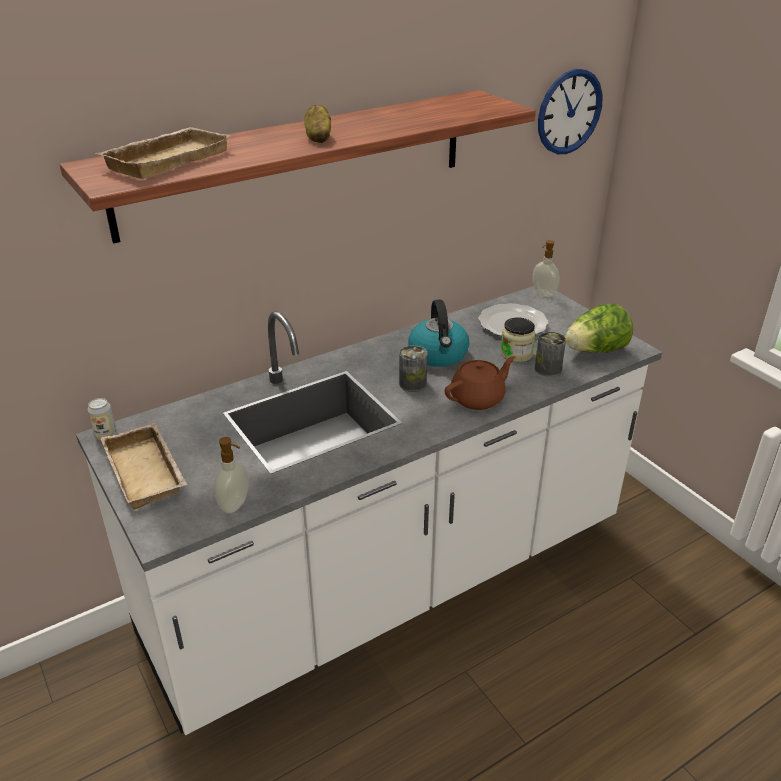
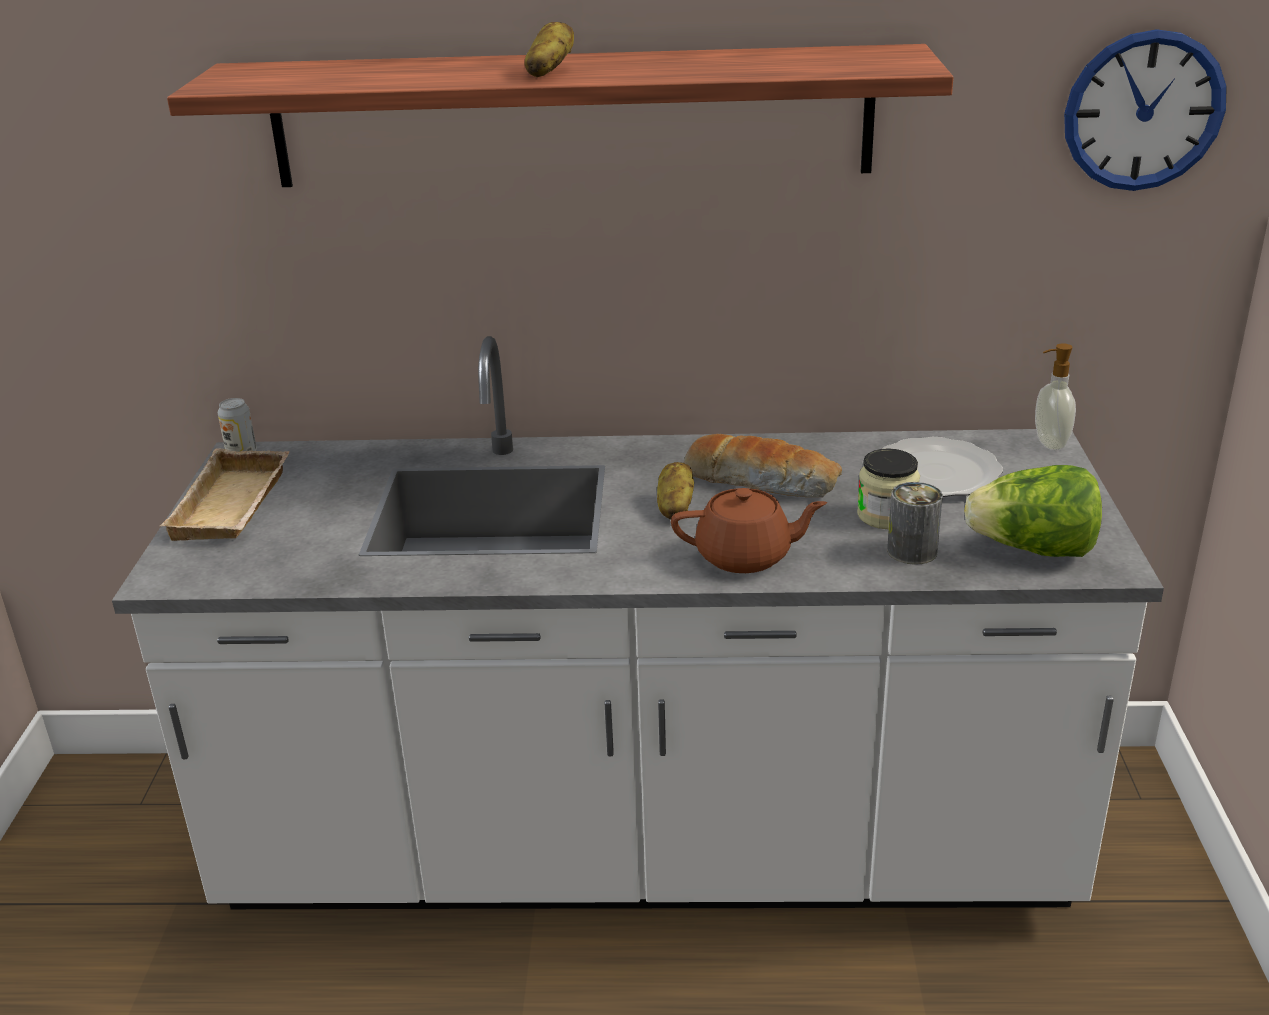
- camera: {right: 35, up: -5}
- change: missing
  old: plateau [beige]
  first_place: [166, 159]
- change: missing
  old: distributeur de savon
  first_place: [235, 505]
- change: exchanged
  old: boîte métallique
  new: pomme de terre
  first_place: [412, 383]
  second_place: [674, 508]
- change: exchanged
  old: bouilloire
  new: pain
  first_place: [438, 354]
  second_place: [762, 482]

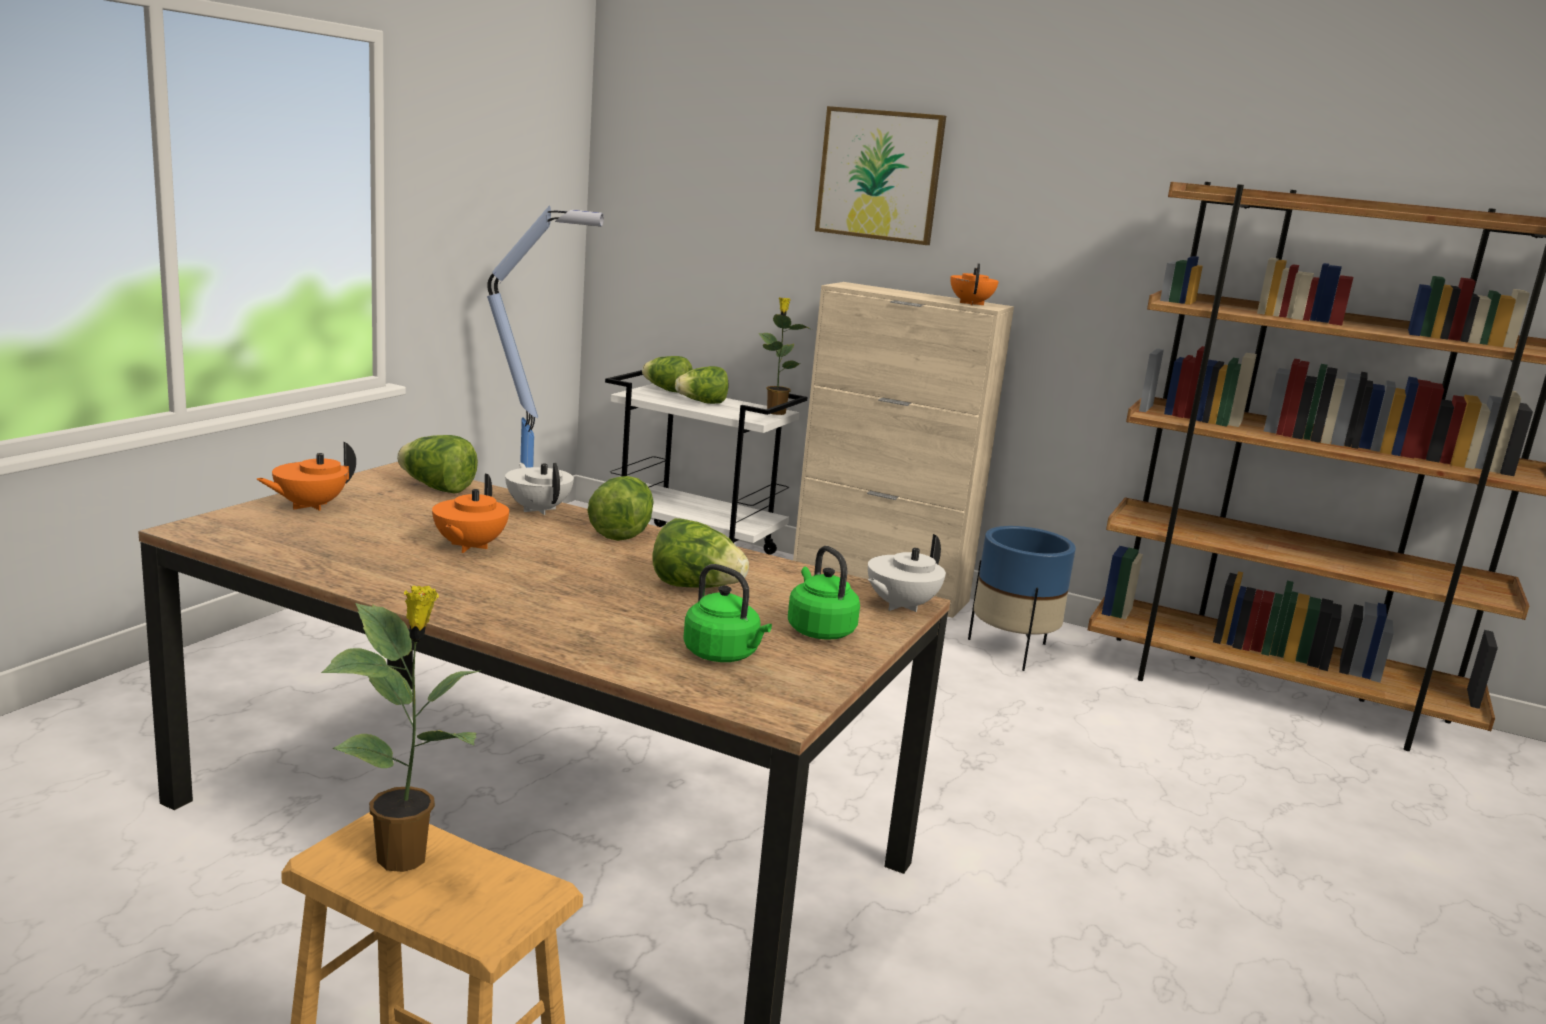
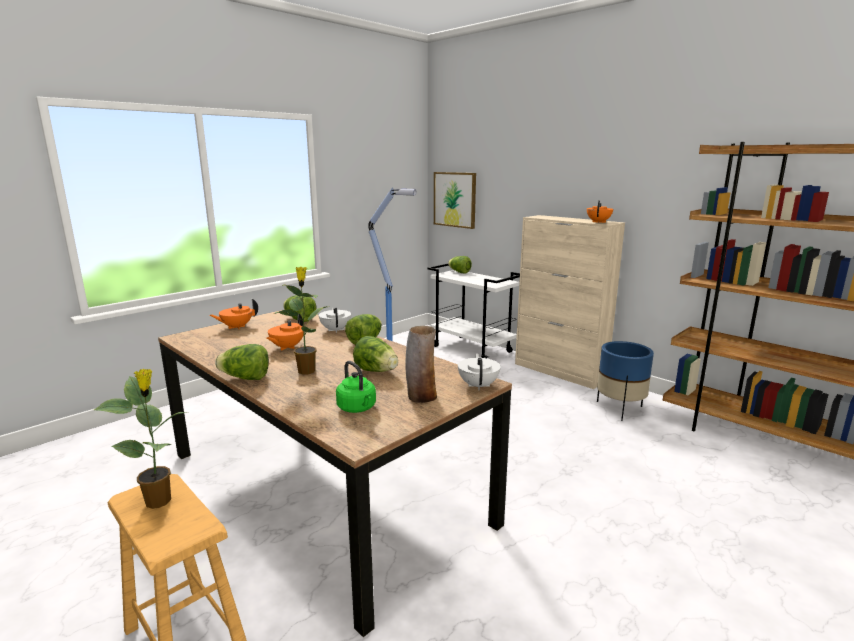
- camera: {right: 20, up: 0}
- change: relocated
  old: laitue
  first_place: [702, 403]
  second_place: [245, 378]
- change: relocated
  old: plante en pot
  first_place: [775, 412]
  second_place: [306, 370]
- change: relocated
  old: tableau
  first_place: [879, 175]
  second_place: [455, 199]
- change: exchanged
  old: bouilloire [vert]
  new: vase
  first_place: [819, 630]
  second_place: [421, 397]
- change: spun
  old: théière [blanc]
  first_place: [900, 606]
  second_place: [478, 385]
  degrees: 120

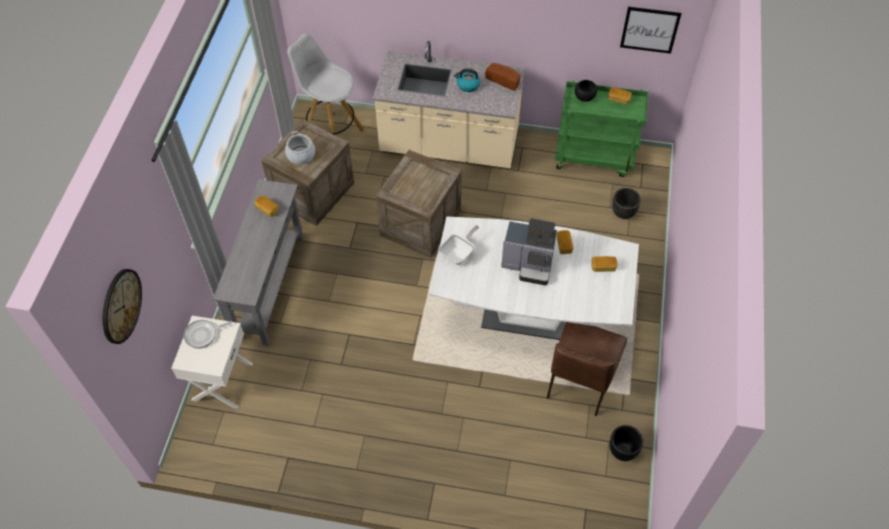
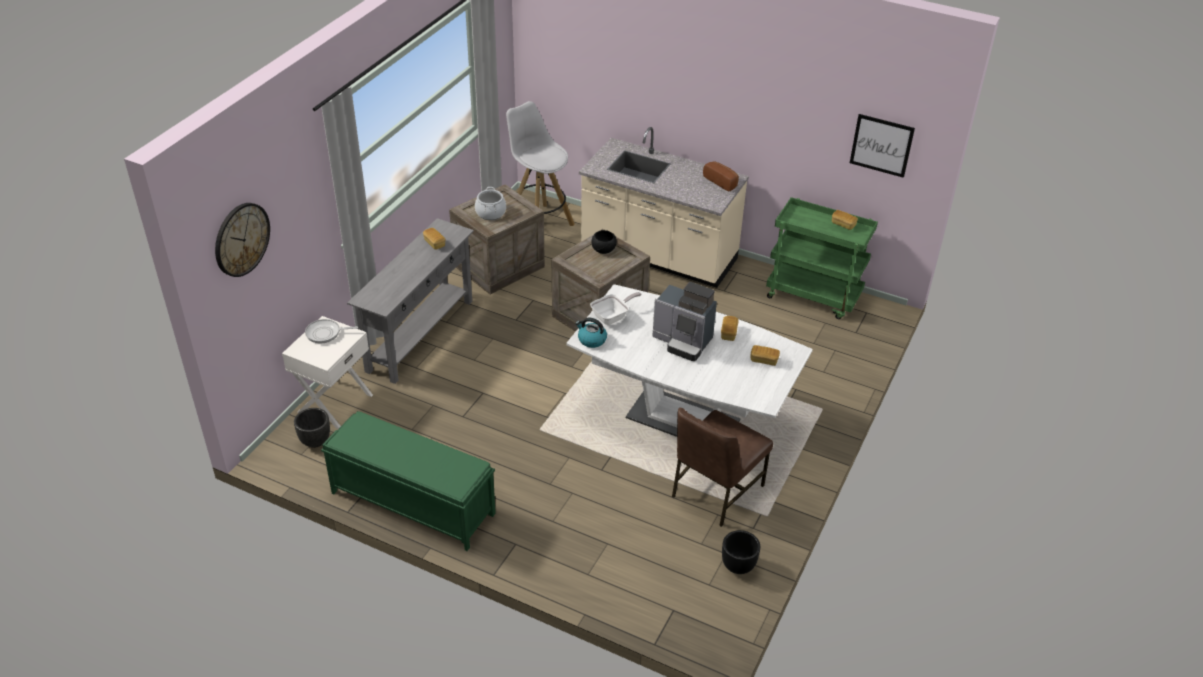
- camera: {right: 15, up: -15}
- change: appeared
  new: banc [vert]
  second_place: [412, 503]
- change: relocated
  old: bouilloire
  first_place: [467, 85]
  second_place: [591, 340]
- change: relocated
  old: bol [noir]
  first_place: [584, 97]
  second_place: [603, 250]
- change: relocated
  old: cache-pot [noir]
  first_place: [623, 213]
  second_place: [315, 441]

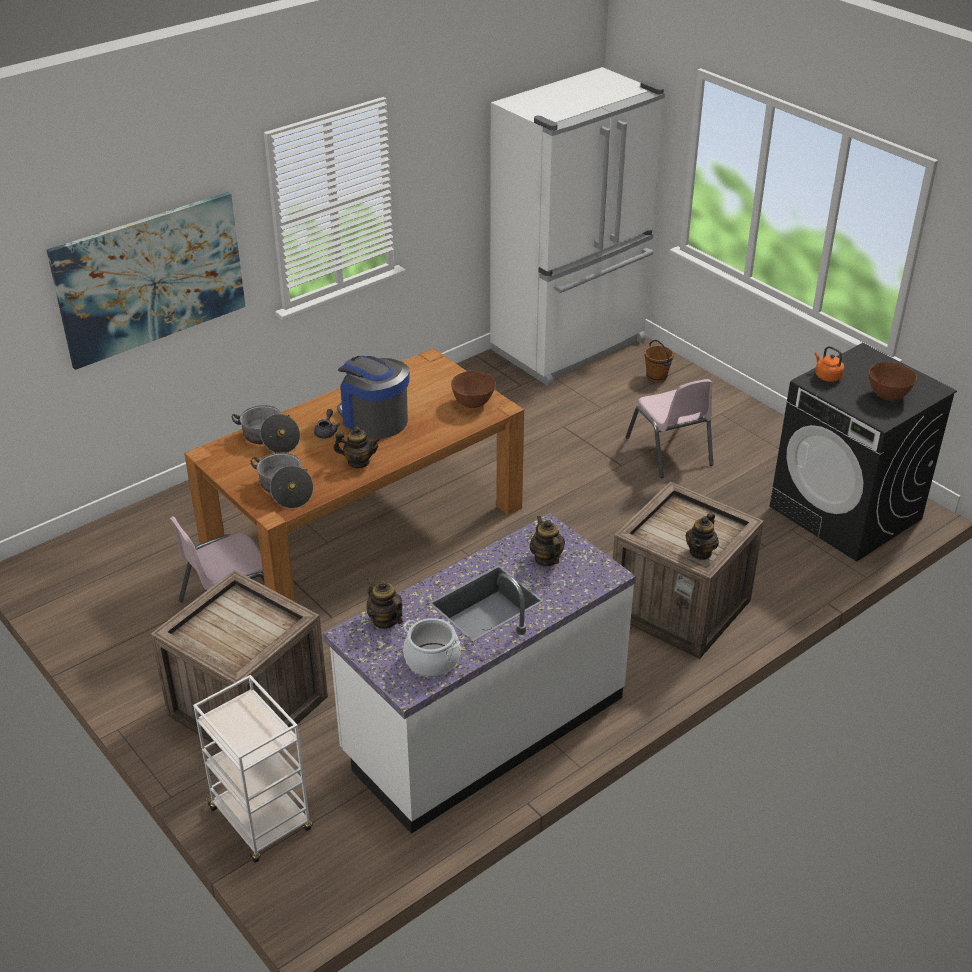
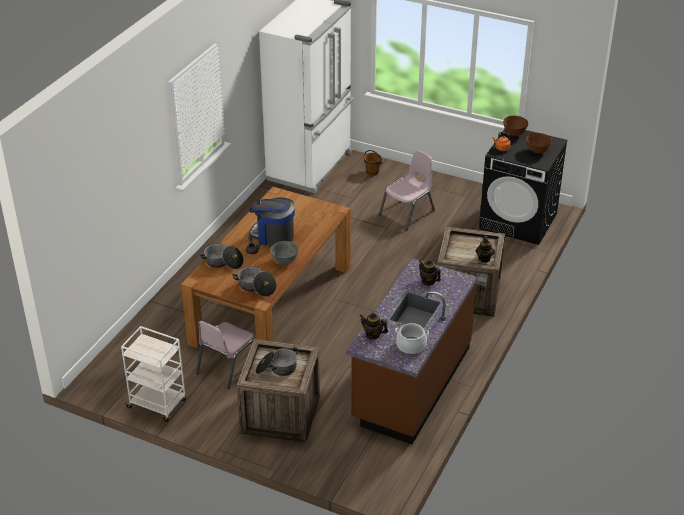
- camera: {right: -25, up: 0}
- change: missing
  old: tableau
  first_place: [151, 278]
- change: appeared
  new: marmite
  second_place: [277, 368]
- change: relocated
  old: chariot [blanc]
  first_place: [261, 820]
  second_place: [158, 404]
- change: relocated
  old: bol [marron]
  first_place: [472, 403]
  second_place: [514, 134]
- change: exchanged
  old: théière
  new: bol [gris]
  first_place: [358, 462]
  second_place: [284, 261]
- change: colour
  old: comptoir de cuisine [blanc]
  new: comptoir de cuisine [marron]
  first_place: [483, 726]
  second_place: [411, 383]
- change: spun
  old: chaise [rose]
  first_place: [669, 452]
  second_place: [408, 213]
  degrees: -90

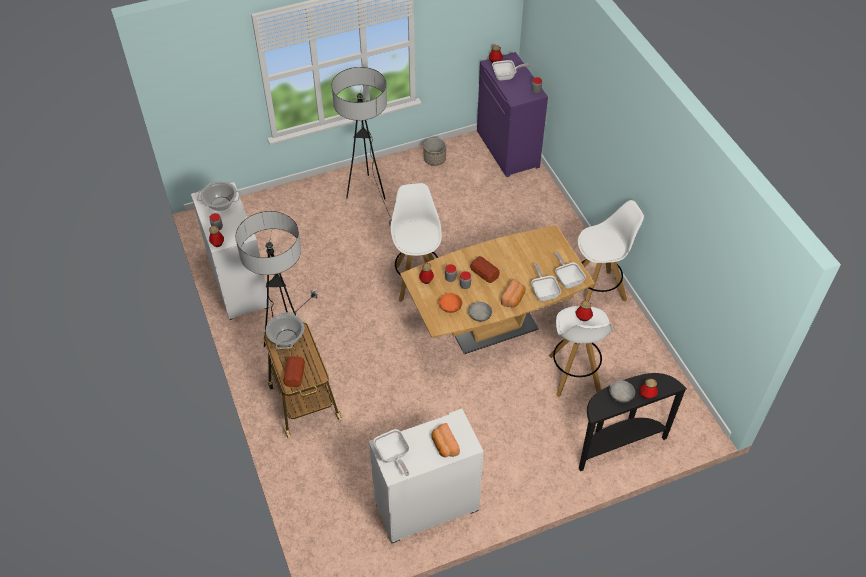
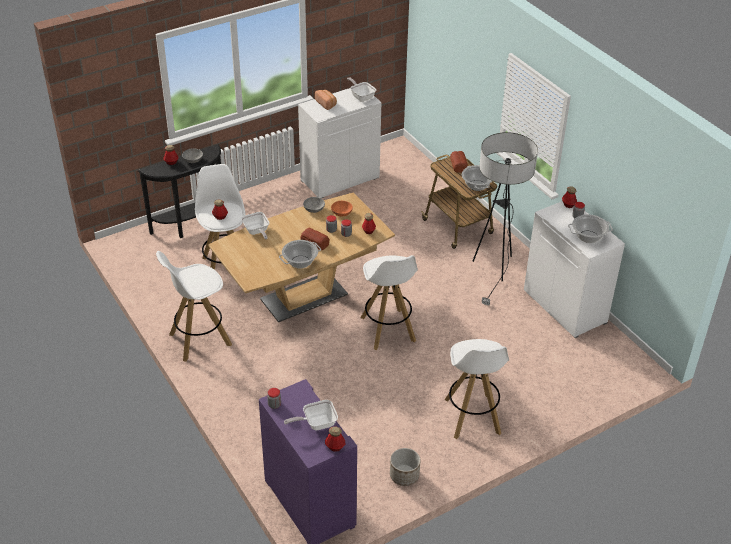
- camera: {right: 170, up: -10}
- change: missing
  old: pain
  first_place: [513, 299]
- change: missing
  old: poêle
  first_place: [567, 279]
- change: appeared
  new: marmite
  second_place: [300, 262]
- change: exchanged
  old: lampadaire
  new: tabouret [blanc]
  first_place: [368, 194]
  second_place: [472, 417]

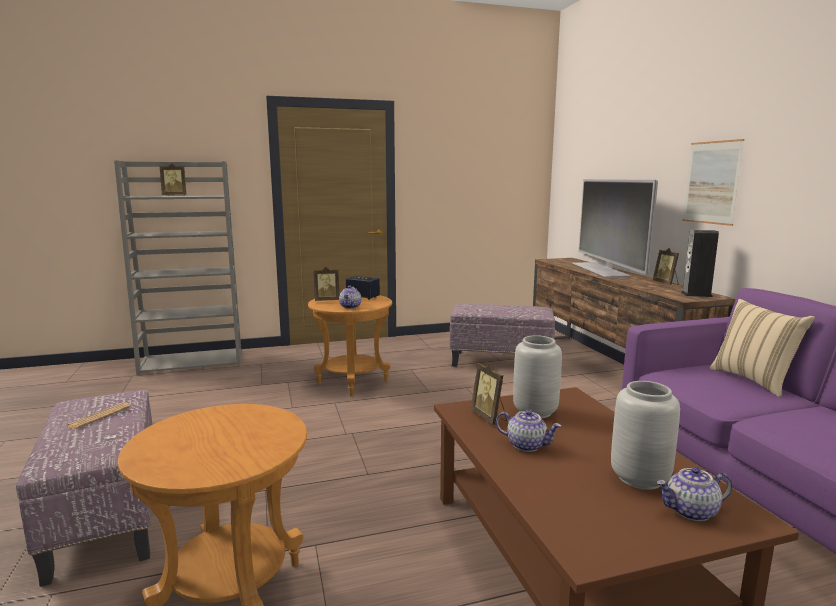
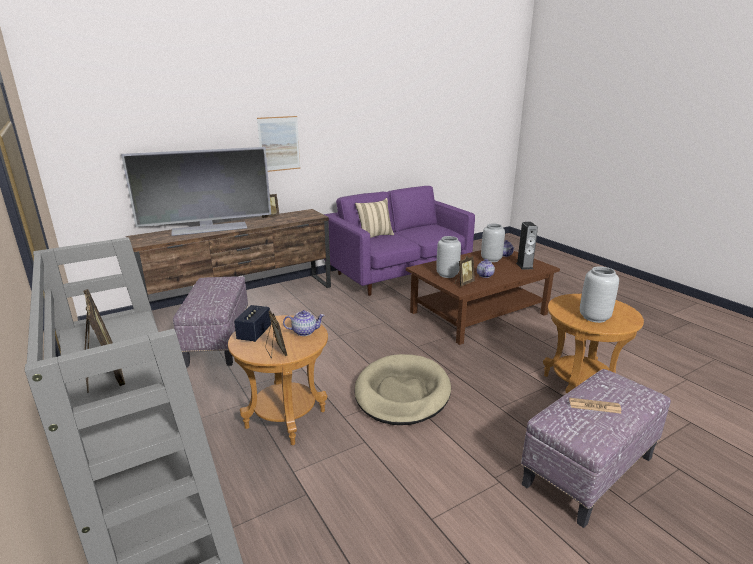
- camera: {right: -105, up: 10}
- change: appeared
  new: panier pour chien [beige]
  second_place: [402, 393]
- change: appeared
  new: vase [gris]
  second_place: [593, 317]
- change: relocated
  old: enceinte
  first_place: [696, 294]
  second_place: [524, 266]

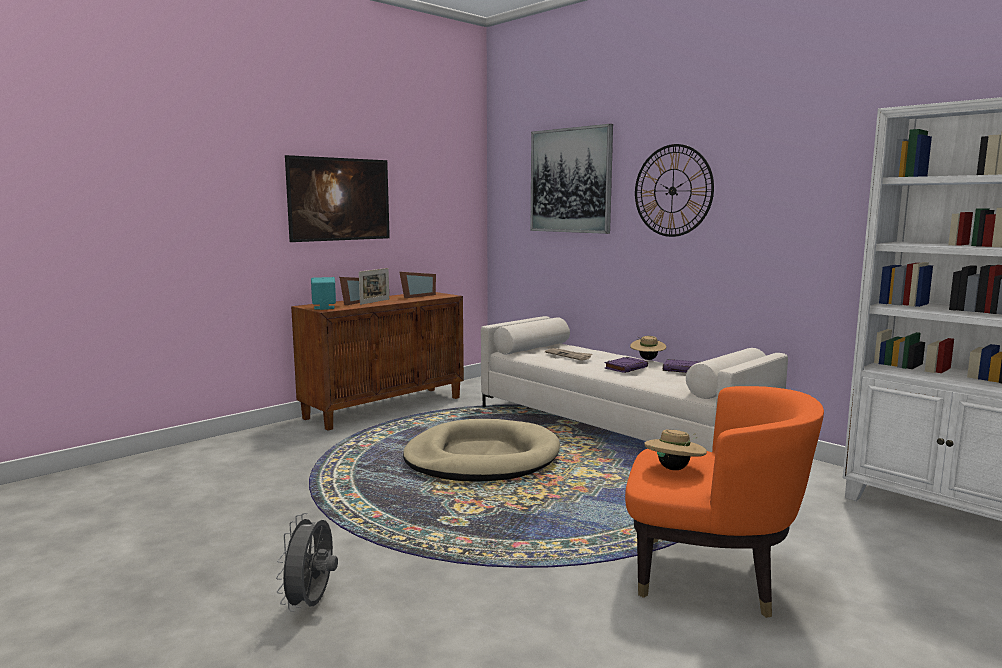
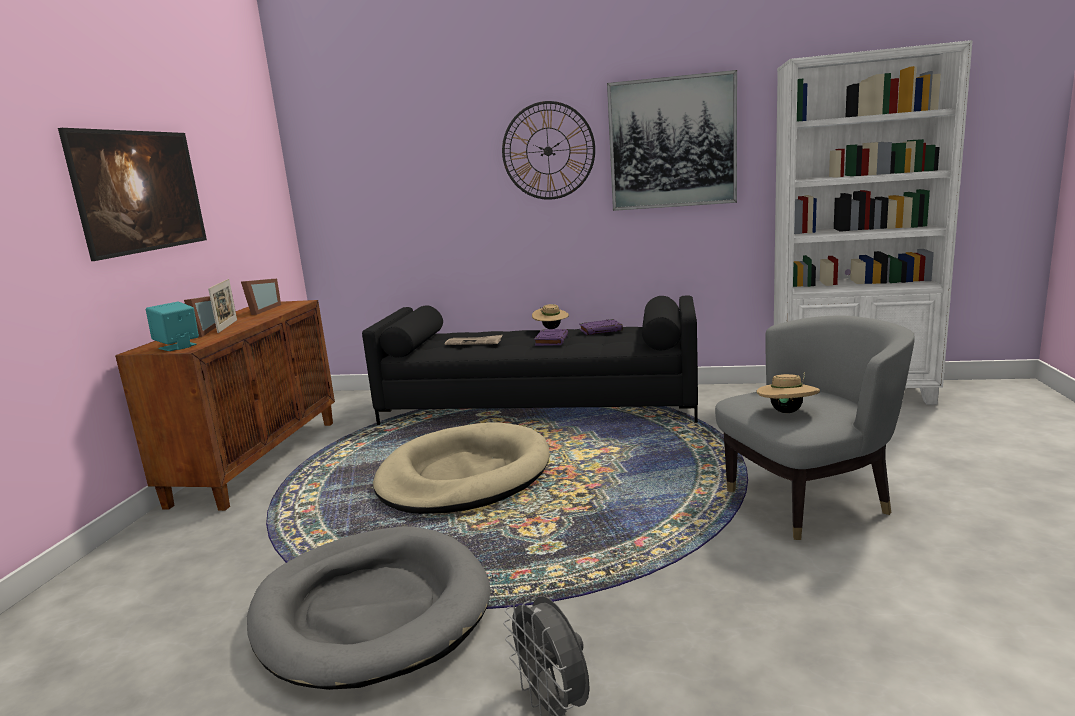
- camera: {right: -35, up: 5}
- change: appeared
  new: panier pour chien [gris]
  second_place: [371, 610]
- change: relocated
  old: tableau
  first_place: [570, 180]
  second_place: [672, 143]
- change: colour
  old: canapé [blanc]
  new: canapé [noir]
  first_place: [617, 428]
  second_place: [540, 406]
- change: colour
  old: fauteuil [orange]
  new: fauteuil [gris]
  first_place: [710, 576]
  second_place: [809, 501]

